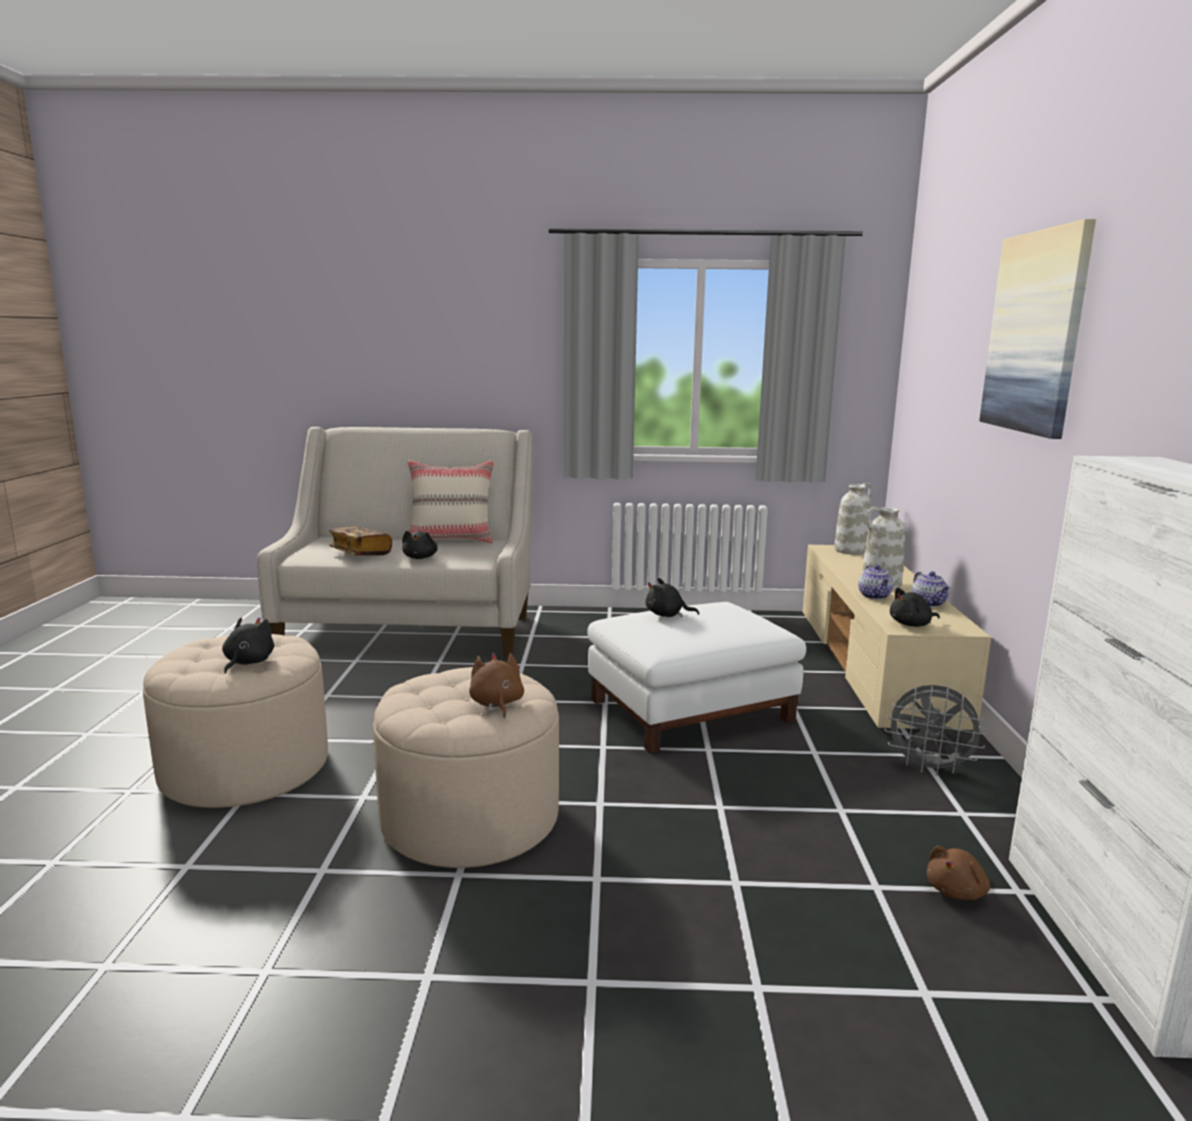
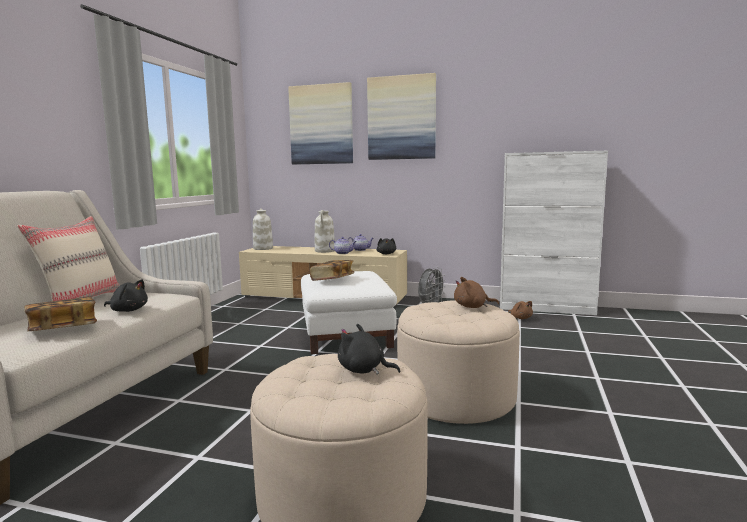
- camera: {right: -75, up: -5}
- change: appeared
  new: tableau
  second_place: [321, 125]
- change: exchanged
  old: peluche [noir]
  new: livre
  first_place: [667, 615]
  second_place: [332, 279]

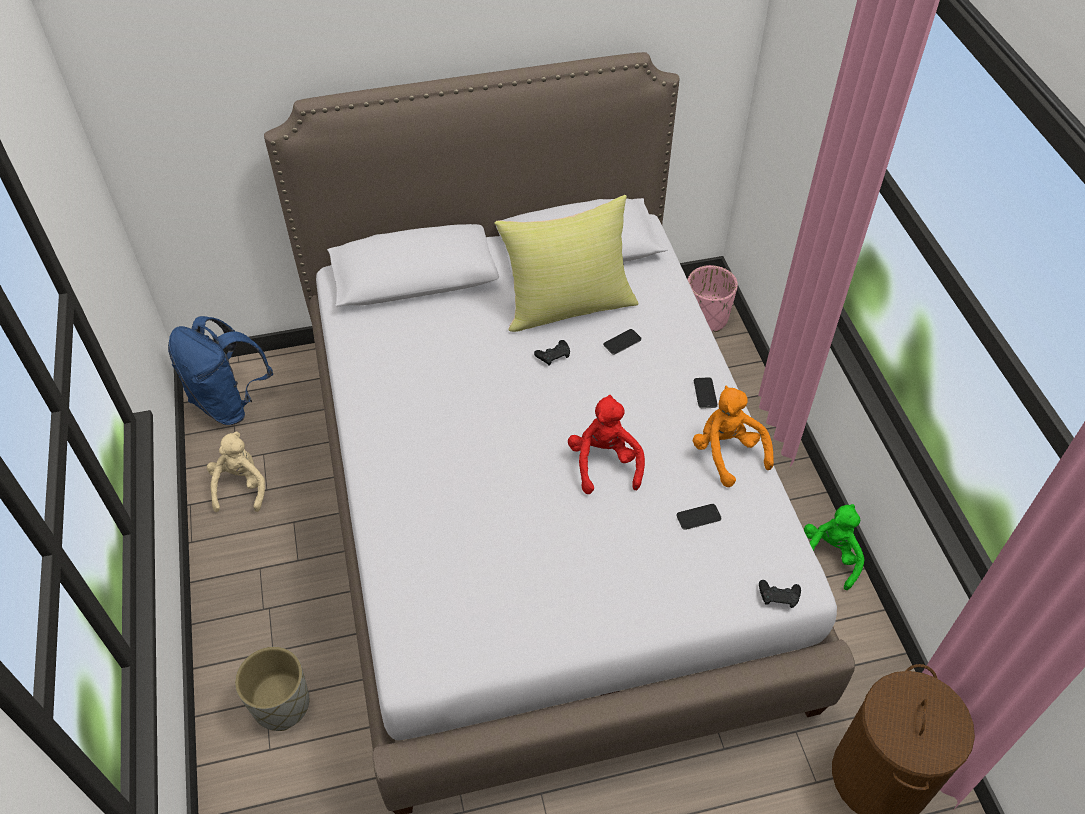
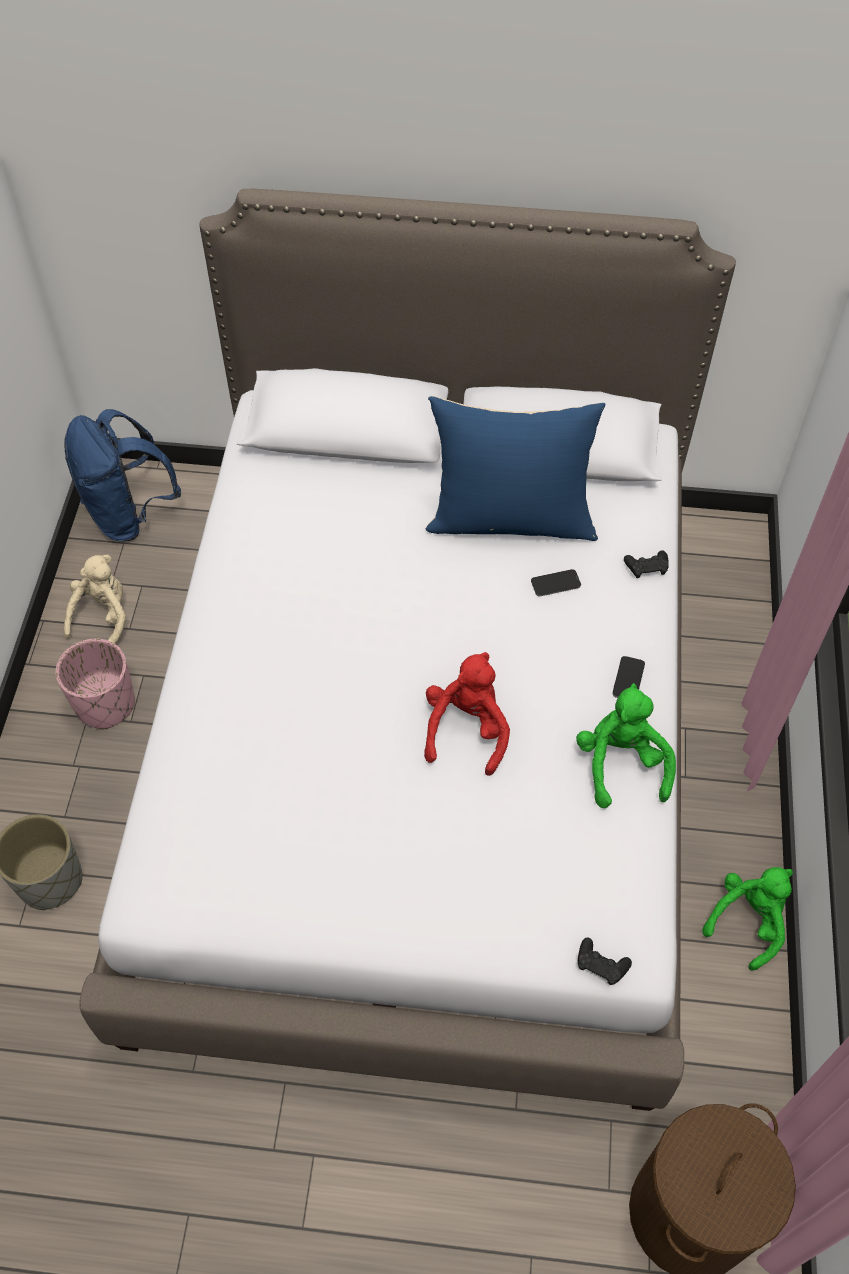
- camera: {right: 20, up: 5}
- change: missing
  old: téléphone
  first_place: [698, 517]
- change: relocated
  old: manette [noir]
  first_place: [553, 355]
  second_place: [646, 567]
- change: relocated
  old: cache-pot [rose]
  first_place: [706, 317]
  second_place: [106, 704]
- change: colour
  old: coussin [jaune]
  new: coussin [bleu]
  first_place: [568, 305]
  second_place: [511, 518]
- change: colour
  old: peluche [orange]
  new: peluche [vert]
  first_place: [727, 453]
  second_place: [621, 763]

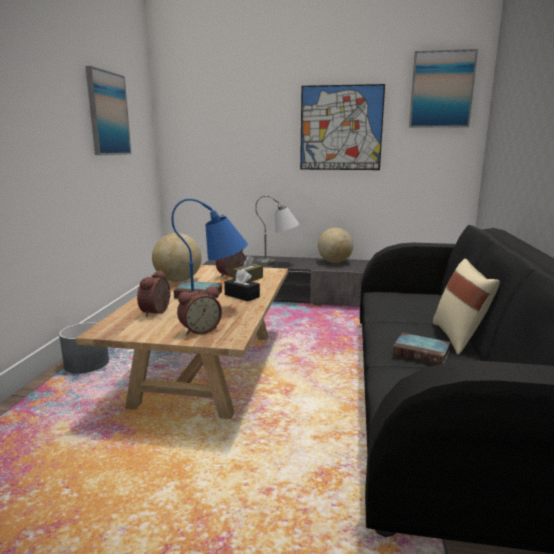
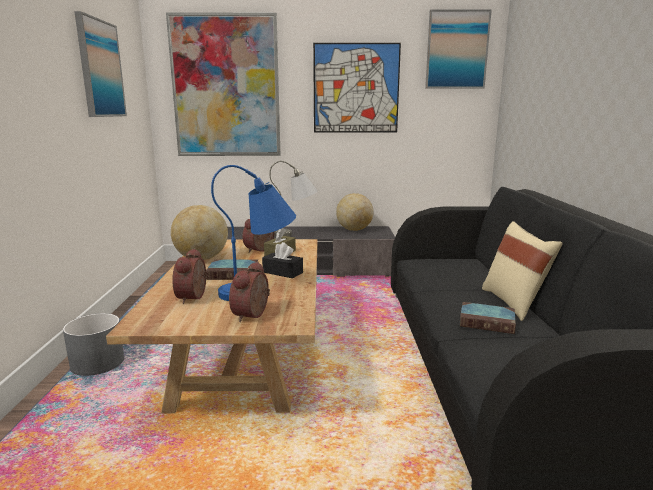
- camera: {right: -10, up: 0}
- change: appeared
  new: tableau
  second_place: [226, 87]
- change: spun
  old: réveil
  first_place: [199, 330]
  second_place: [253, 315]
  degrees: 150

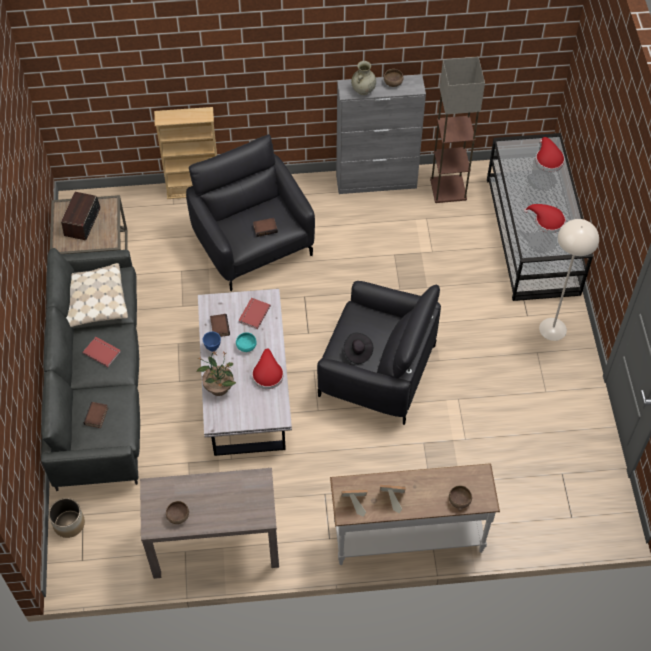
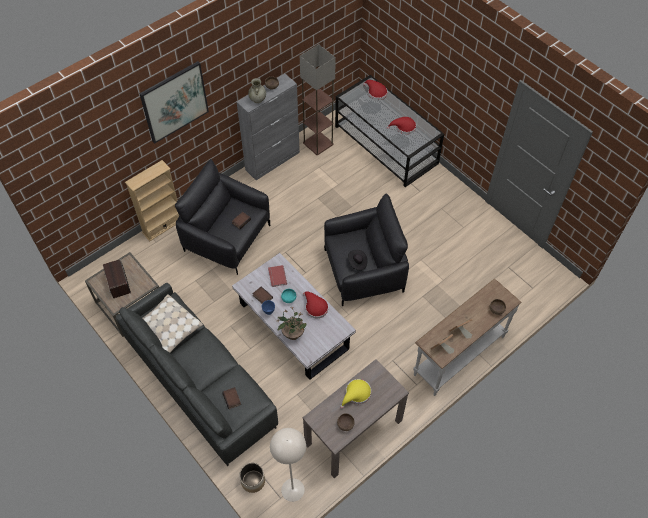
- camera: {right: -35, up: 0}
- change: missing
  old: livre [rouge]
  first_place: [102, 352]
- change: appeared
  new: tableau
  second_place: [174, 102]
- change: appeared
  new: chapeau [jaune]
  second_place: [356, 394]
- change: relocated
  old: lampadaire [beige]
  first_place: [553, 329]
  second_place: [293, 489]

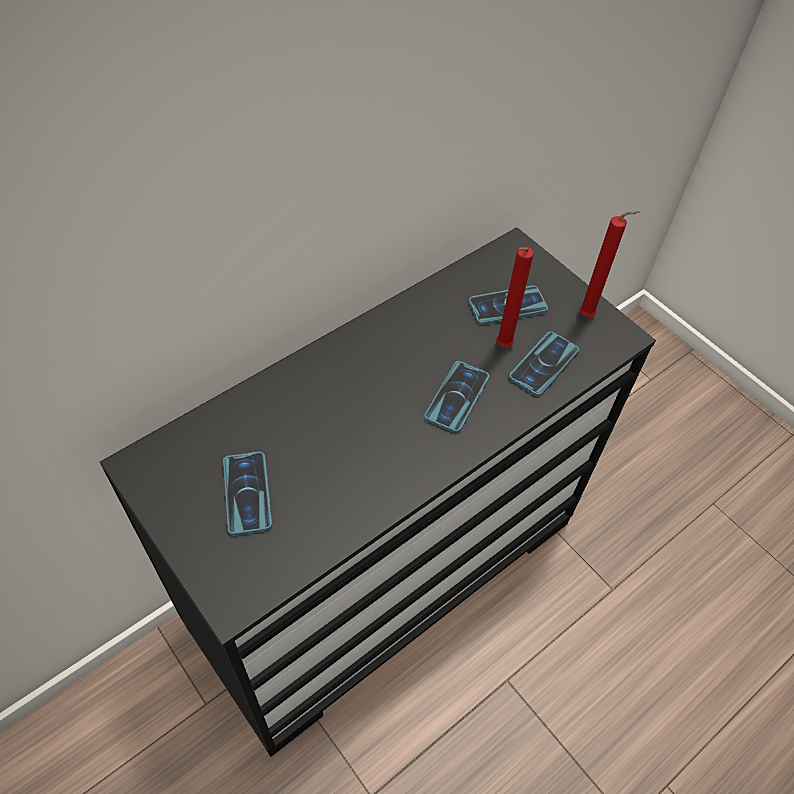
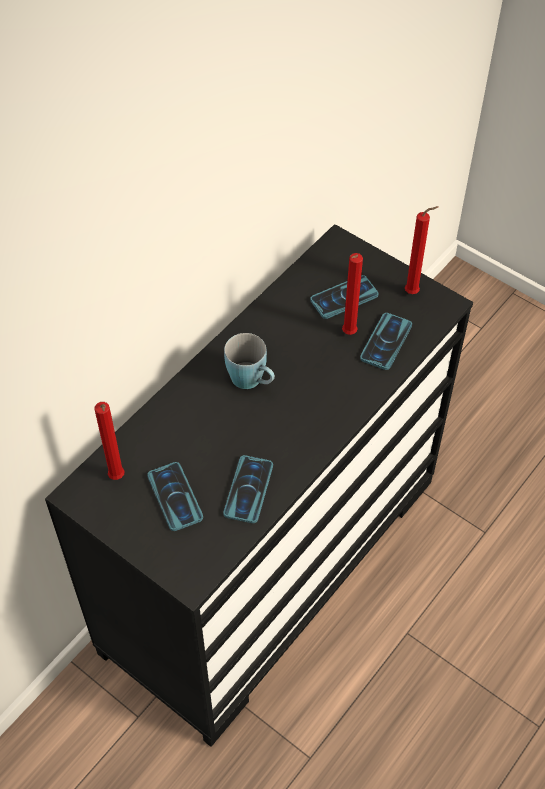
- camera: {right: -10, up: 0}
- change: appeared
  new: bougie [rouge]
  second_place: [117, 479]
- change: appeared
  new: mug [bleu]
  second_place: [252, 381]
- change: relocated
  old: téléphone
  first_place: [457, 397]
  second_place: [248, 489]

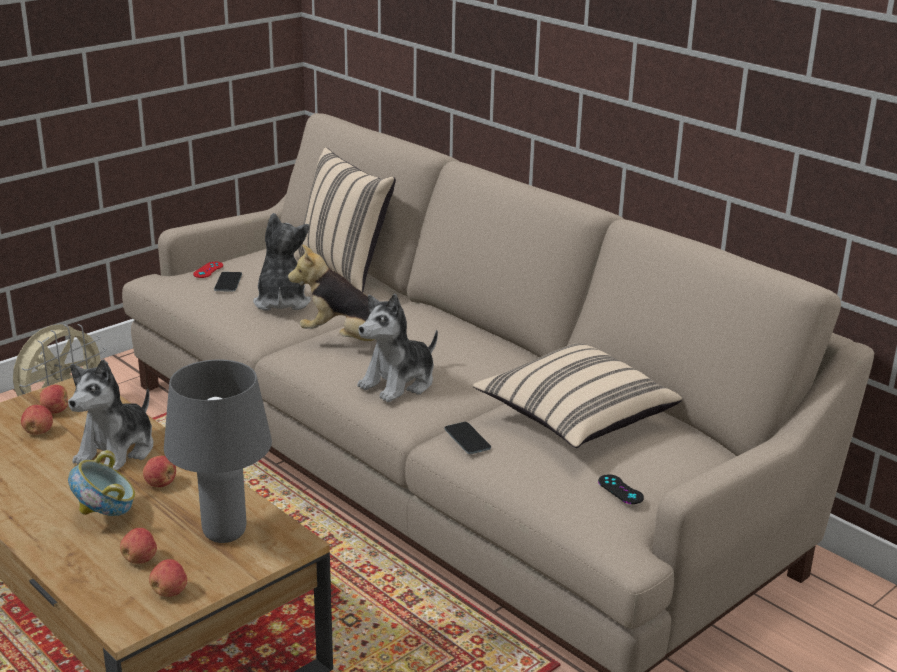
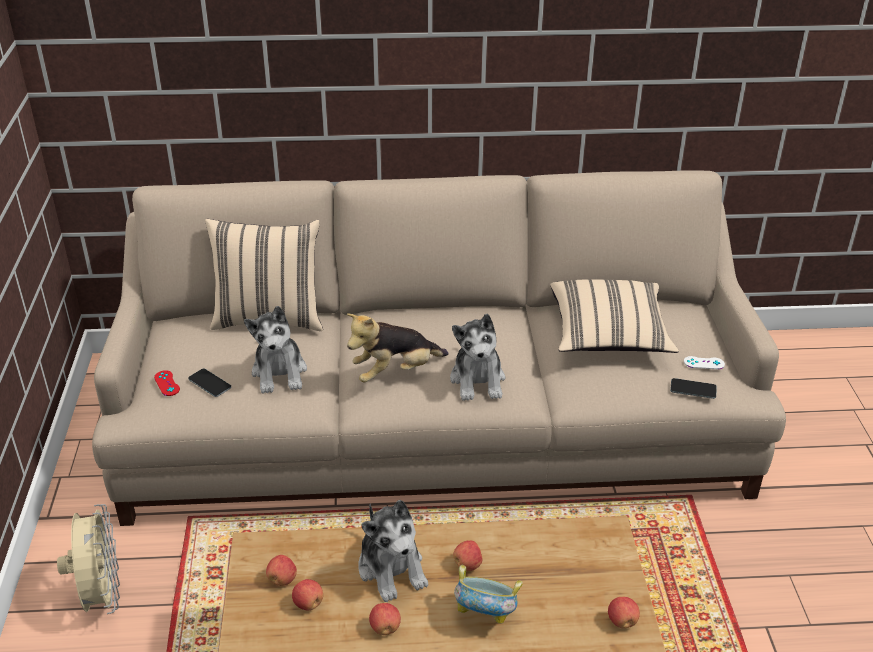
- camera: {right: -50, up: 10}
- change: missing
  old: lampe de table [gris]
  first_place: [224, 534]
- change: relocated
  old: pomme
  first_place: [140, 559]
  second_place: [385, 627]
- change: relocated
  old: téléphone
  first_place: [467, 438]
  second_place: [693, 389]
- change: colour
  old: manette [noir]
  new: manette [blanc]
  first_place: [620, 489]
  second_place: [704, 363]
- change: spun
  old: peluche
  first_place: [281, 301]
  second_place: [280, 372]
  degrees: -135

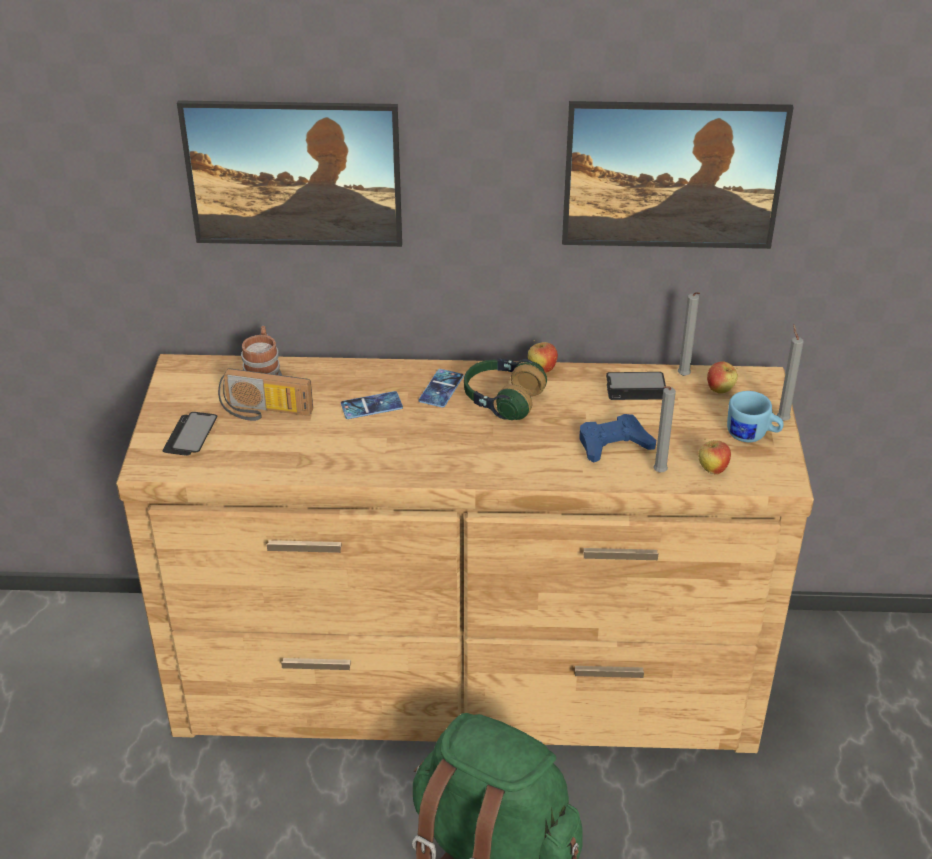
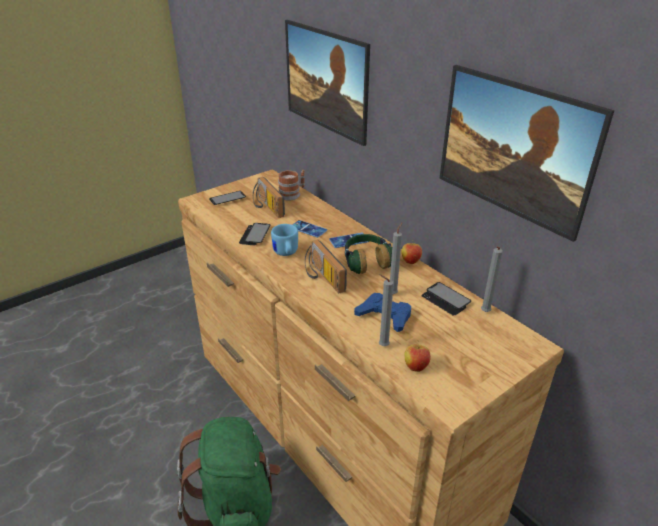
- camera: {right: 50, up: -5}
- change: missing
  old: pomme
  first_place: [720, 390]
- change: appeared
  new: téléphone
  second_place: [255, 235]
- change: appeared
  new: radio
  second_place: [321, 277]
- change: relocated
  old: mug [bleu]
  first_place: [752, 435]
  second_place: [285, 253]
- change: relocated
  old: bougie [gris]
  first_place: [781, 419]
  second_place: [393, 293]

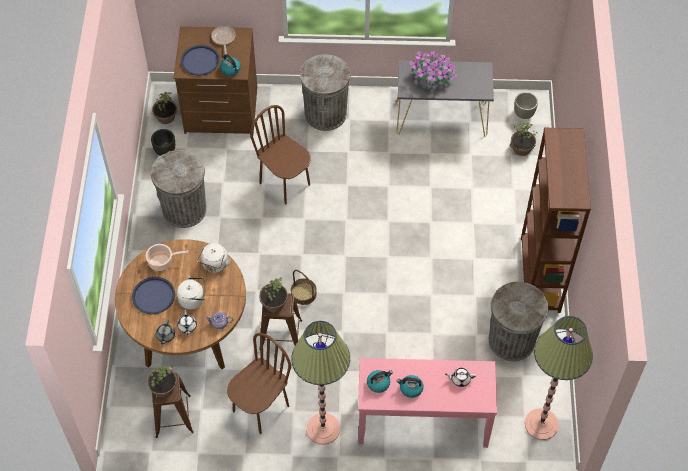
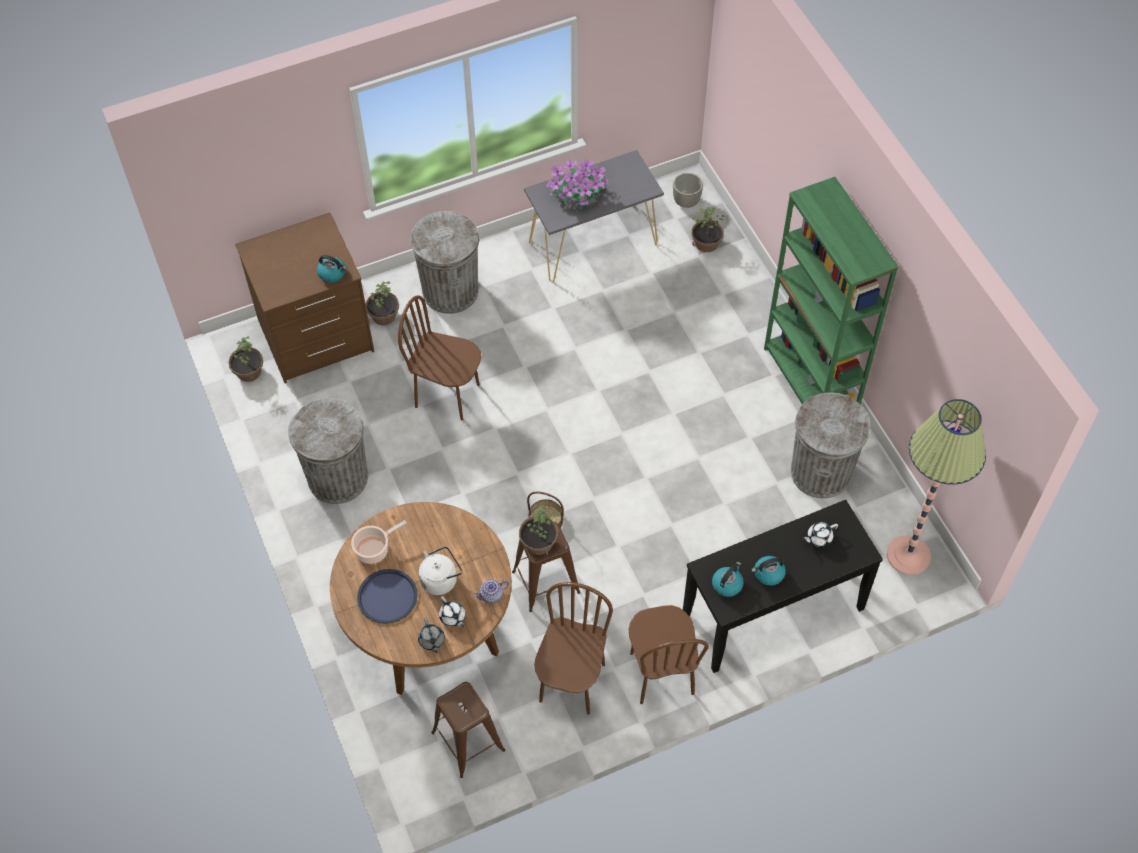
- camera: {right: -25, up: 0}
- change: missing
  old: cache-pot [noir]
  first_place: [165, 150]
- change: missing
  old: plateau [bleu]
  first_place: [200, 61]
- change: missing
  old: bouilloire [blanc]
  first_place: [215, 265]
- change: missing
  old: poêle
  first_place: [223, 38]
- change: relocated
  old: plante en pot
  first_place: [163, 387]
  second_place: [383, 315]
- change: exchanged
  old: lampadaire
  new: chaise [marron]
  first_place: [323, 429]
  second_place: [661, 673]
- change: colour
  old: table console [rose]
  new: table console [noir]
  first_place: [423, 421]
  second_place: [773, 612]
- change: colour
  old: bibliothèque [marron]
  new: bibliothèque [vert]
  first_place: [540, 275]
  second_place: [810, 382]

